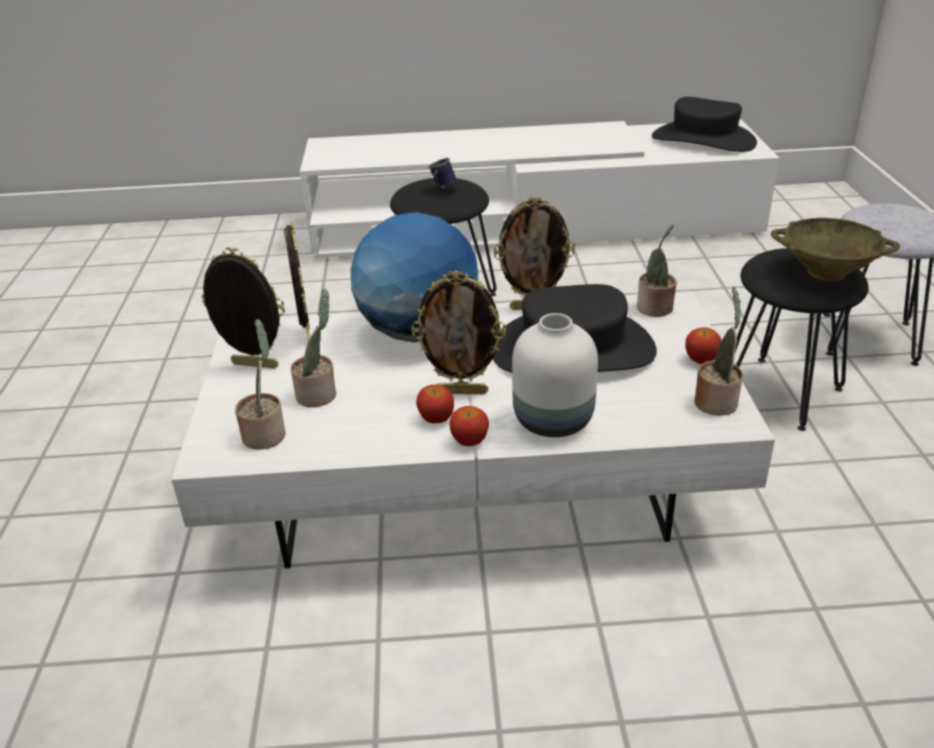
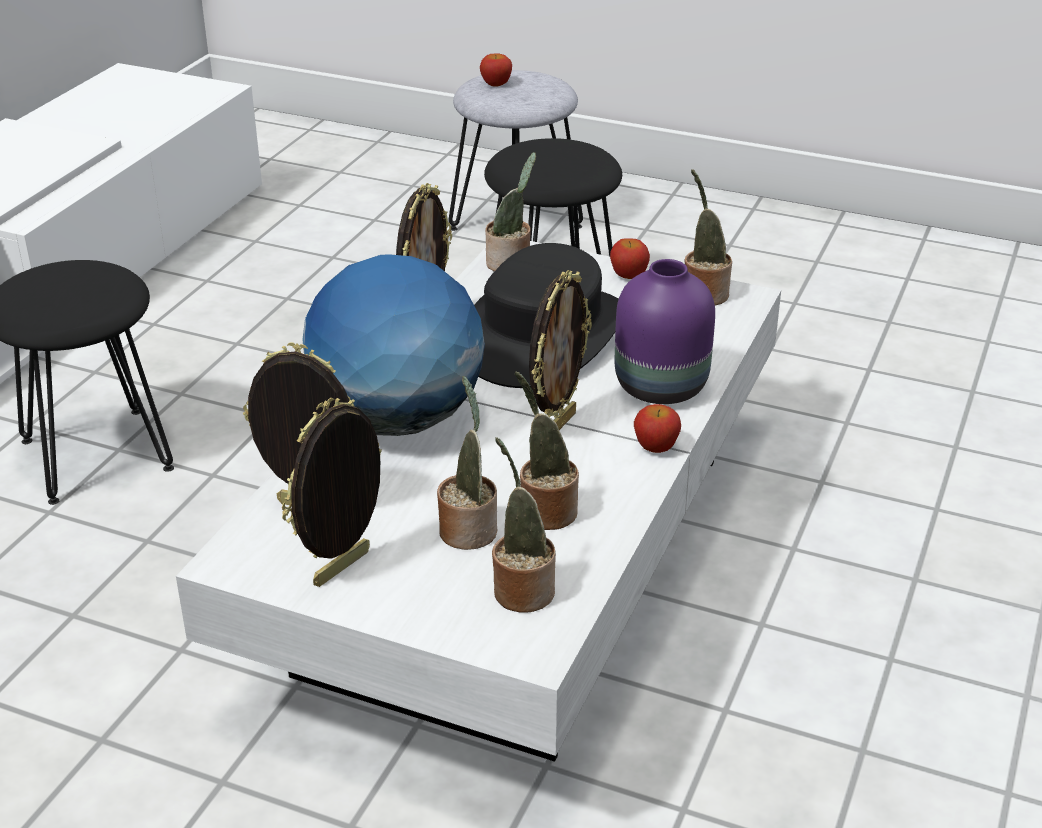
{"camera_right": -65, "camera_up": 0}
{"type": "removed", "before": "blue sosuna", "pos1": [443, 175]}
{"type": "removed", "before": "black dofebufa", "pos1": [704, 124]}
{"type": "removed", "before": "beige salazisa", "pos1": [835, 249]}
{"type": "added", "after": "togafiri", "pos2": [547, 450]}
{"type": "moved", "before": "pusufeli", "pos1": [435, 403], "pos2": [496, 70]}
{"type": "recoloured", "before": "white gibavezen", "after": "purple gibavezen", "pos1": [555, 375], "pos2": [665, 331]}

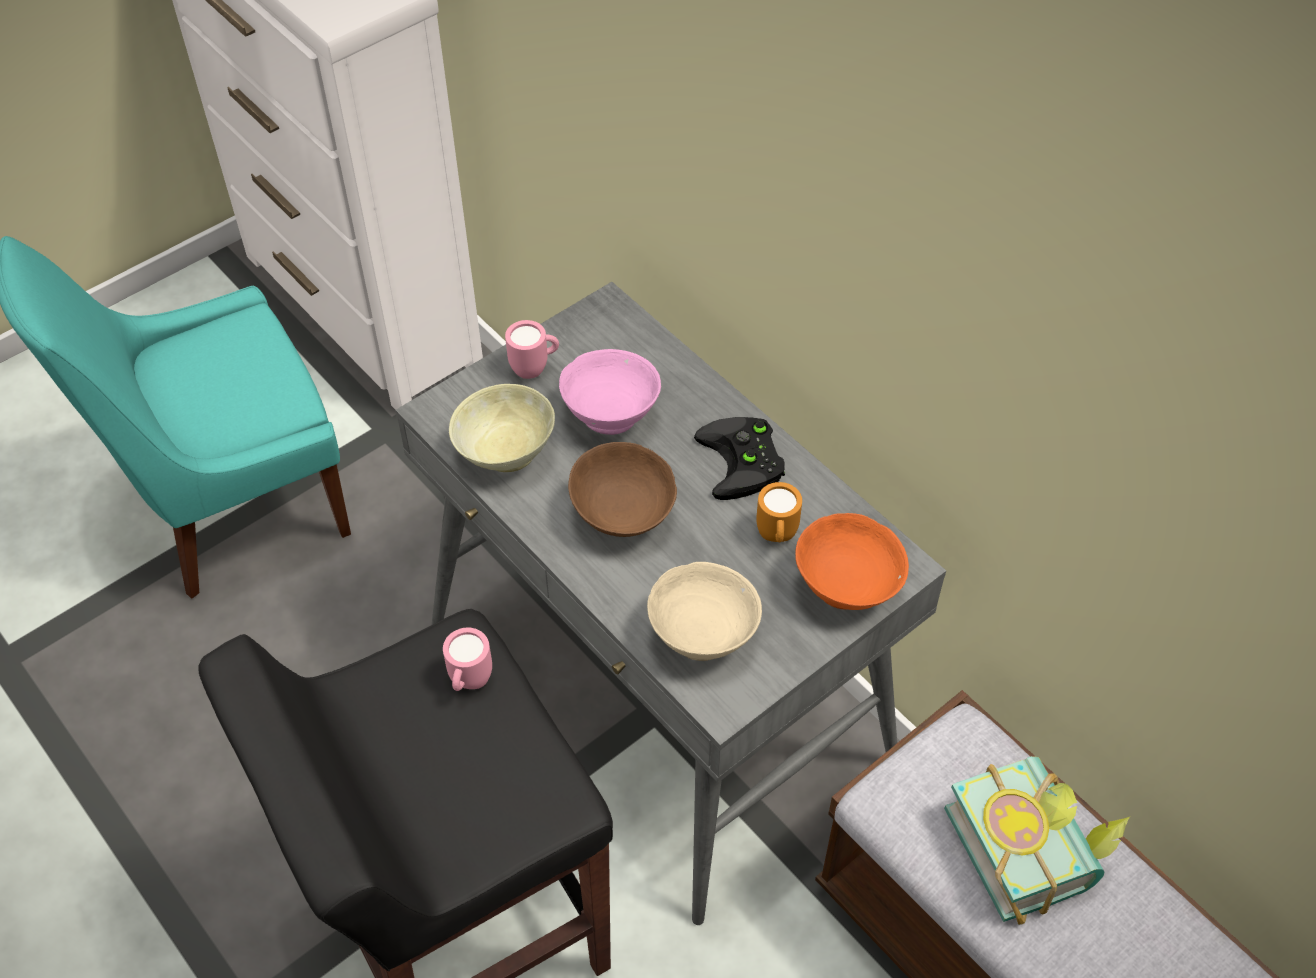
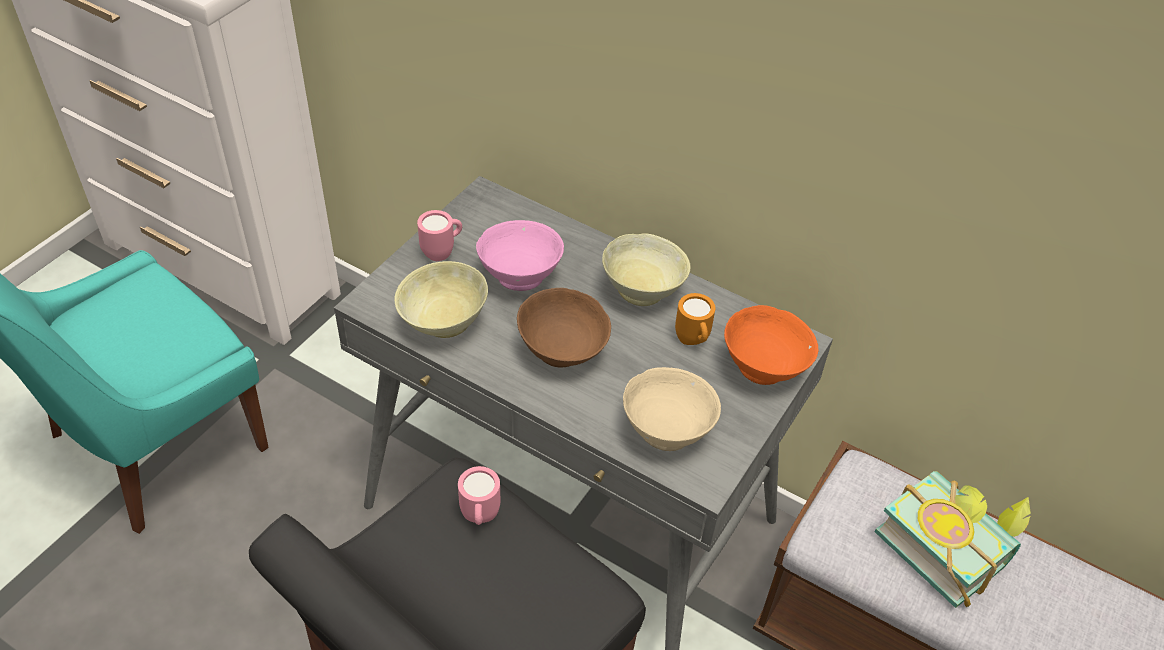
{"camera_right": -20, "camera_up": -5}
{"type": "replaced", "before": "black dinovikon", "after": "beige salazisa", "pos1": [739, 458], "pos2": [646, 269]}

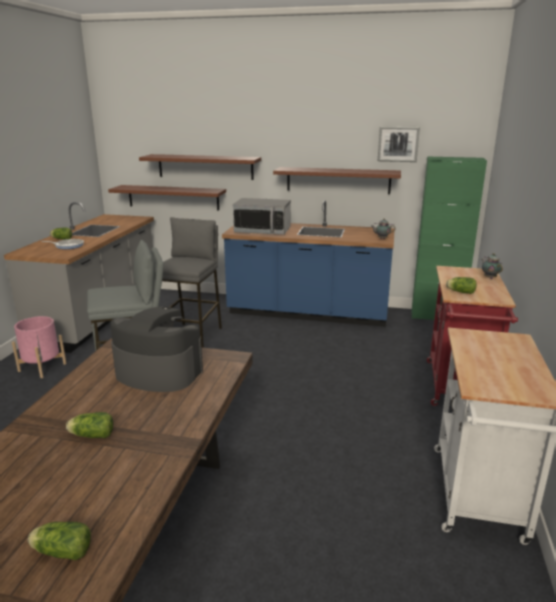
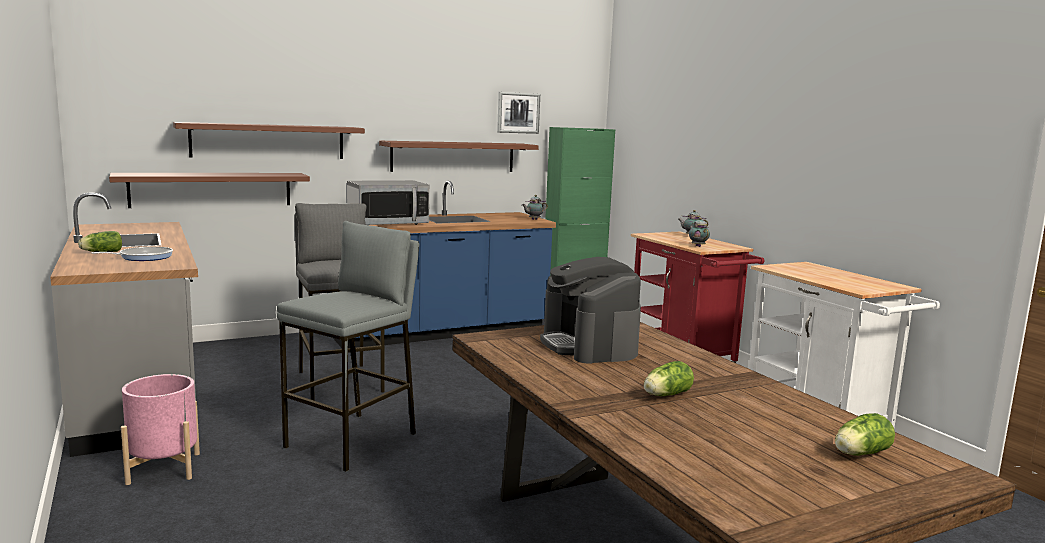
{"camera_right": -40, "camera_up": -10}
{"type": "replaced", "before": "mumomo", "after": "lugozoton", "pos1": [461, 285], "pos2": [699, 232]}
{"type": "turned", "before": "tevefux", "pos1": [156, 349], "pos2": [590, 310], "turn": -90}

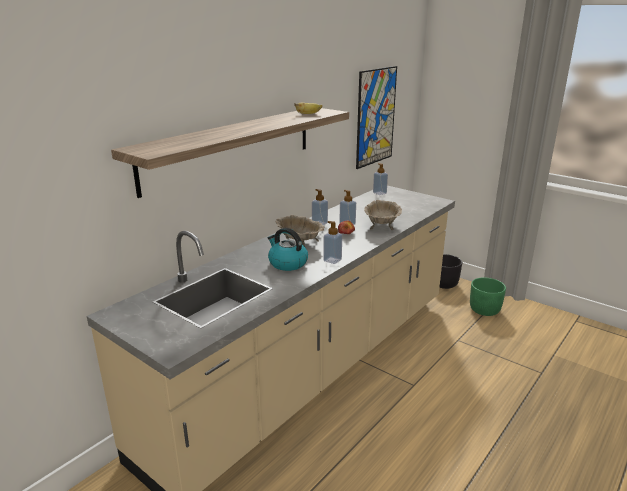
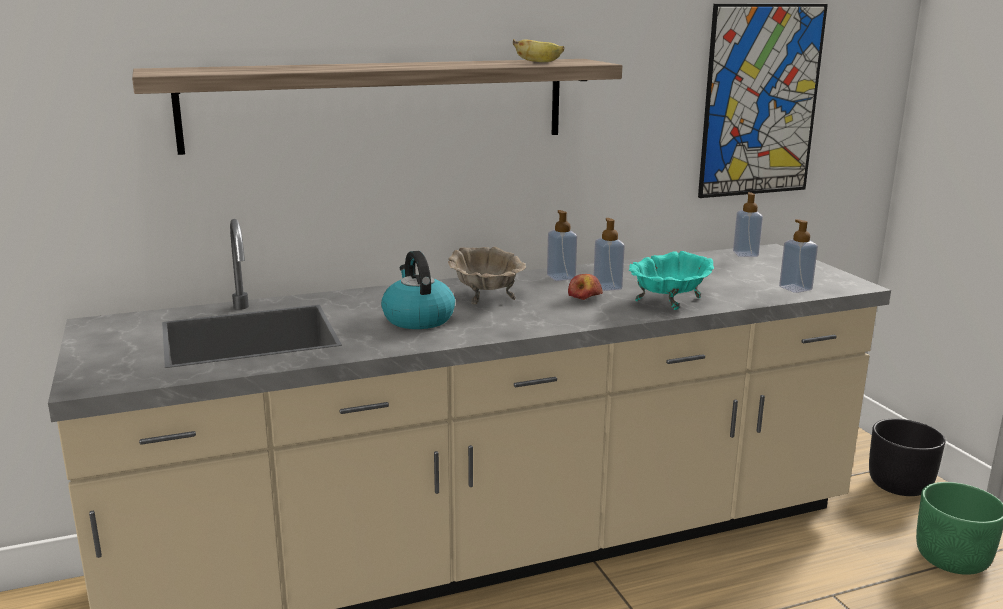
{"camera_right": 30, "camera_up": -5}
{"type": "moved", "before": "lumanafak", "pos1": [332, 242], "pos2": [798, 256]}
{"type": "recoloured", "before": "beige salazisa", "after": "turquoise salazisa", "pos1": [383, 215], "pos2": [671, 280]}

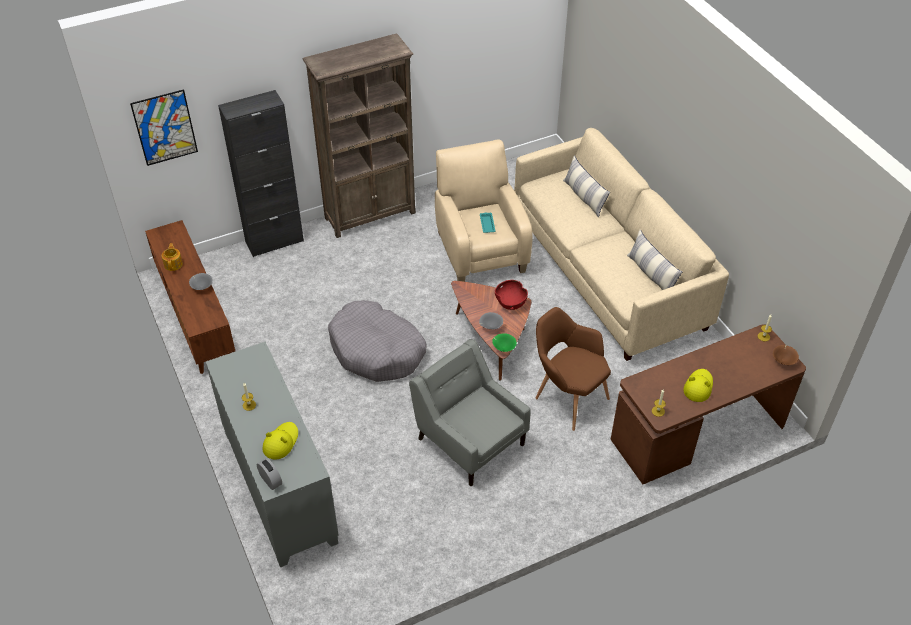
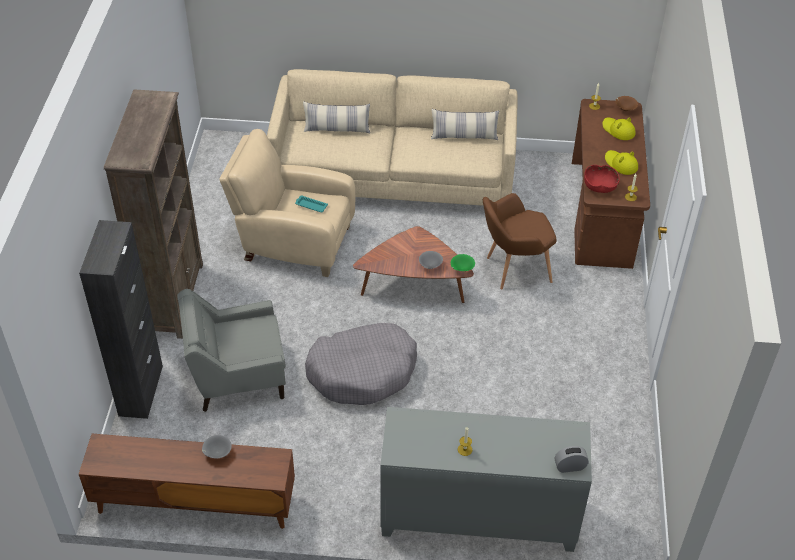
{"camera_right": -60, "camera_up": 0}
{"type": "removed", "before": "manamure", "pos1": [164, 127]}
{"type": "removed", "before": "lugozoton", "pos1": [172, 257]}
{"type": "moved", "before": "yellow dofebufa", "pos1": [280, 440], "pos2": [619, 129]}
{"type": "moved", "before": "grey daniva", "pos1": [470, 412], "pos2": [231, 350]}
{"type": "moved", "before": "red salazisa", "pos1": [511, 295], "pos2": [602, 179]}

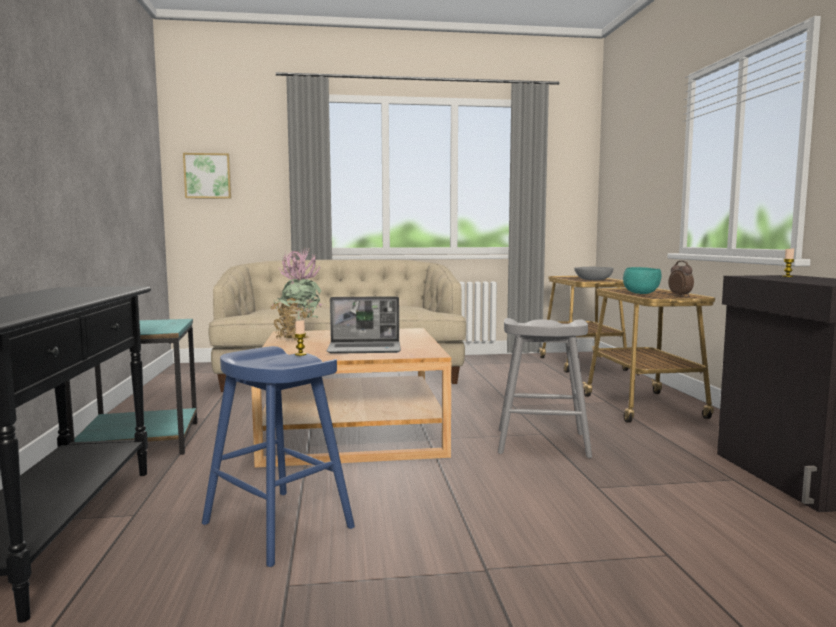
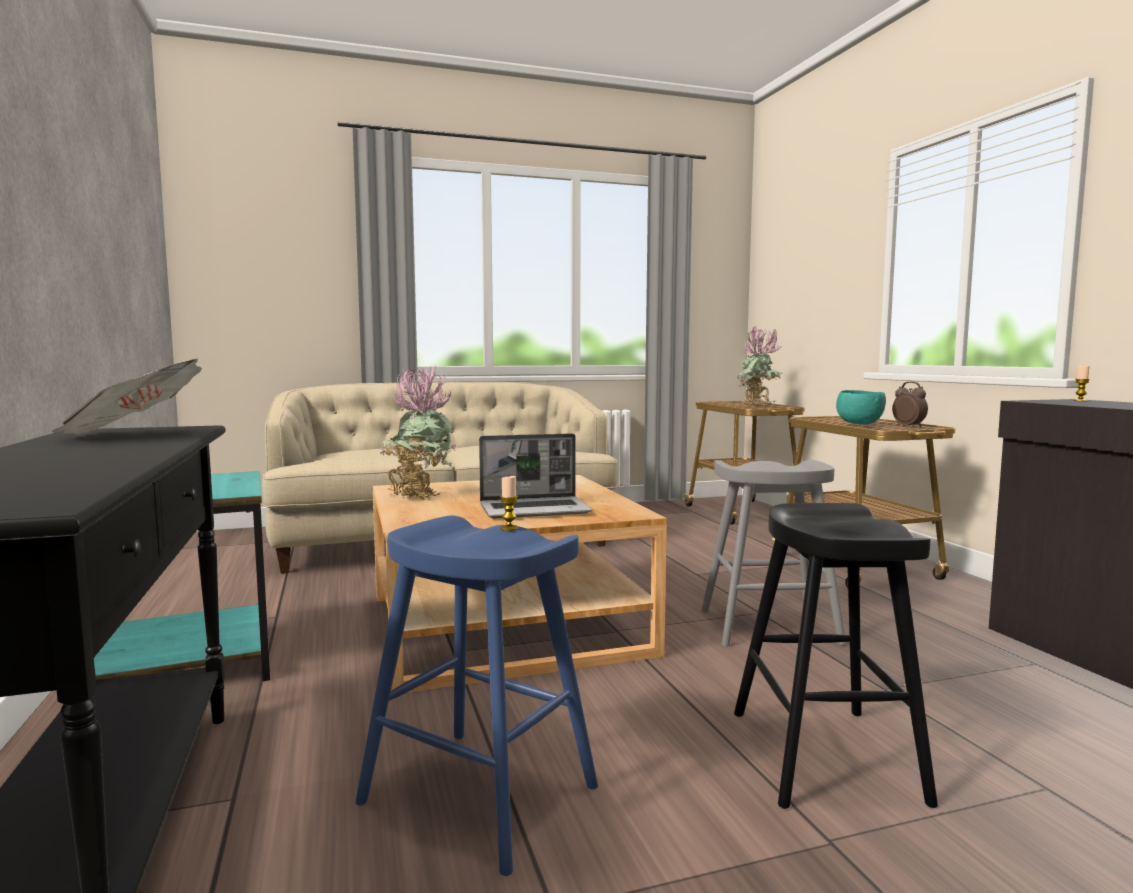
{"camera_right": -10, "camera_up": 0}
{"type": "removed", "before": "manamure", "pos1": [207, 176]}
{"type": "added", "after": "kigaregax", "pos2": [127, 396]}
{"type": "added", "after": "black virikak", "pos2": [836, 656]}
{"type": "replaced", "before": "grey salazisa", "after": "togafiri", "pos1": [594, 273], "pos2": [759, 366]}

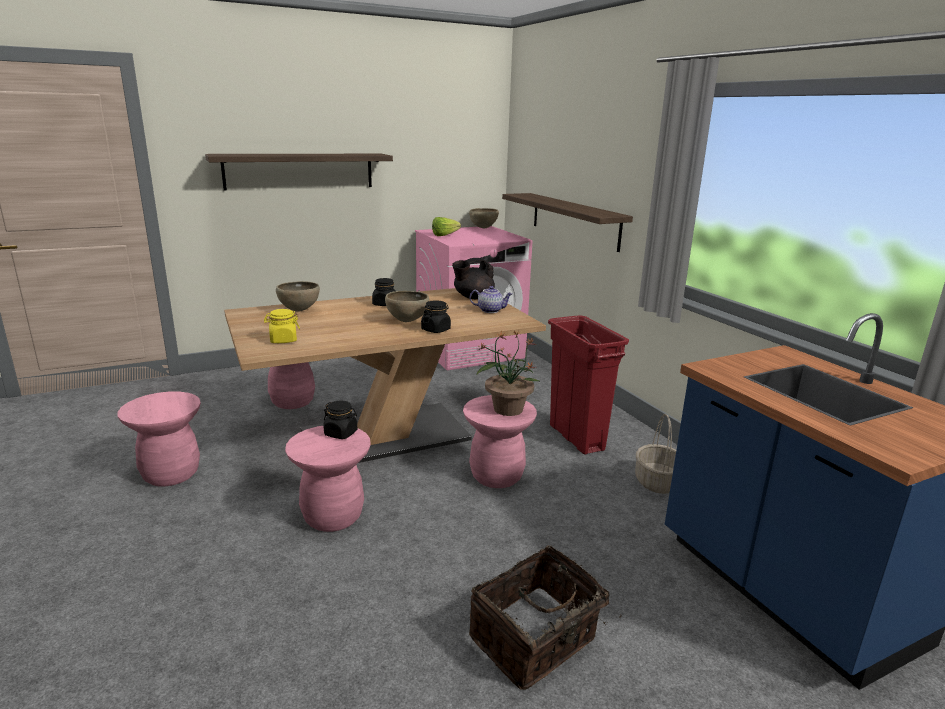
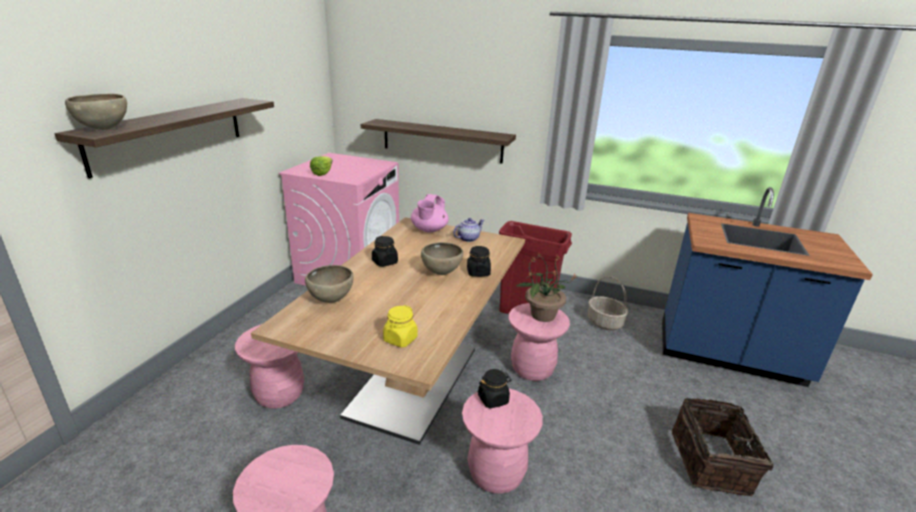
{"camera_right": -45, "camera_up": 5}
{"type": "moved", "before": "brown salazisa", "pos1": [484, 218], "pos2": [96, 112]}
{"type": "recoloured", "before": "black lugozoton", "after": "pink lugozoton", "pos1": [473, 278], "pos2": [430, 213]}

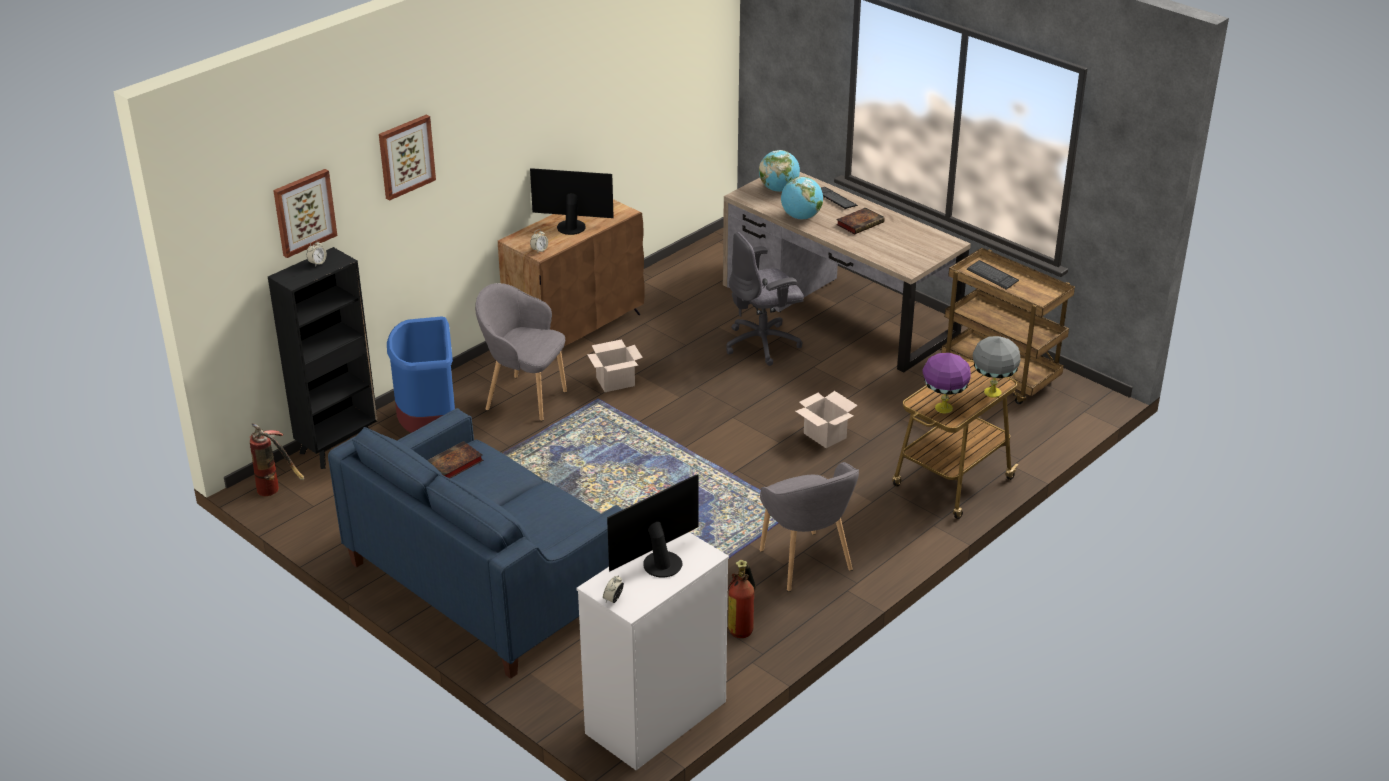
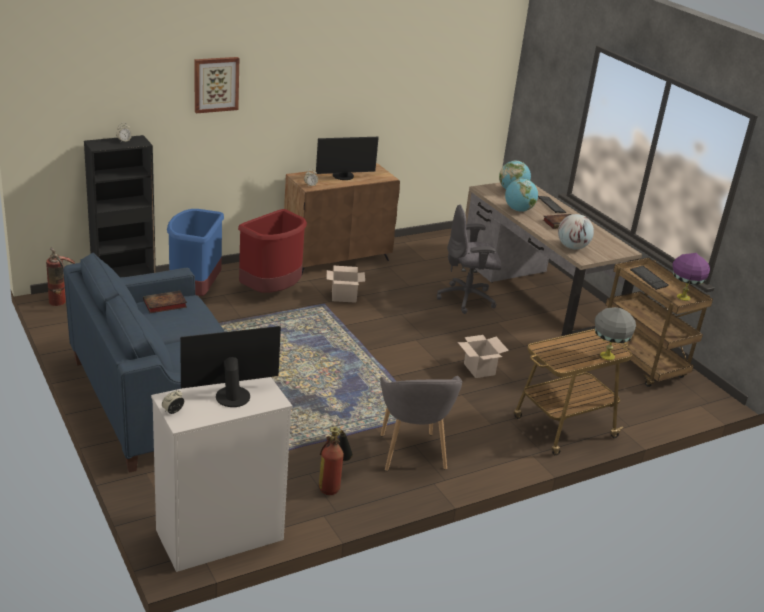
{"camera_right": 15, "camera_up": -5}
{"type": "removed", "before": "manamure", "pos1": [305, 213]}
{"type": "added", "after": "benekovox", "pos2": [576, 232]}
{"type": "moved", "before": "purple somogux", "pos1": [946, 383], "pos2": [691, 277]}
{"type": "replaced", "before": "grey daniva", "after": "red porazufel", "pos1": [521, 352], "pos2": [272, 251]}
{"type": "turned", "before": "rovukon", "pos1": [572, 201], "pos2": [347, 158], "turn": 135}

